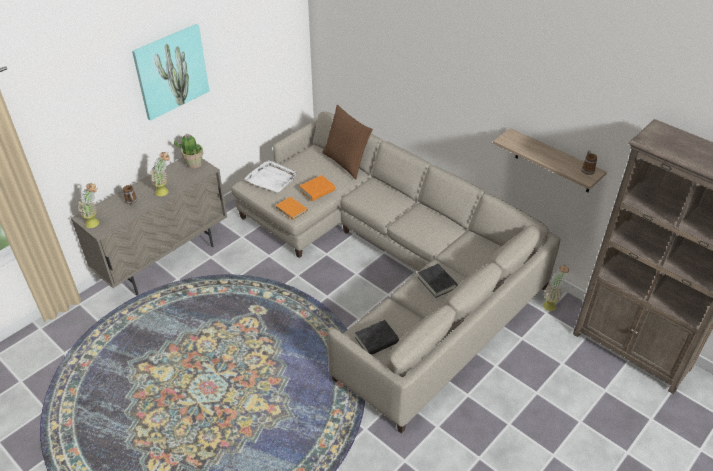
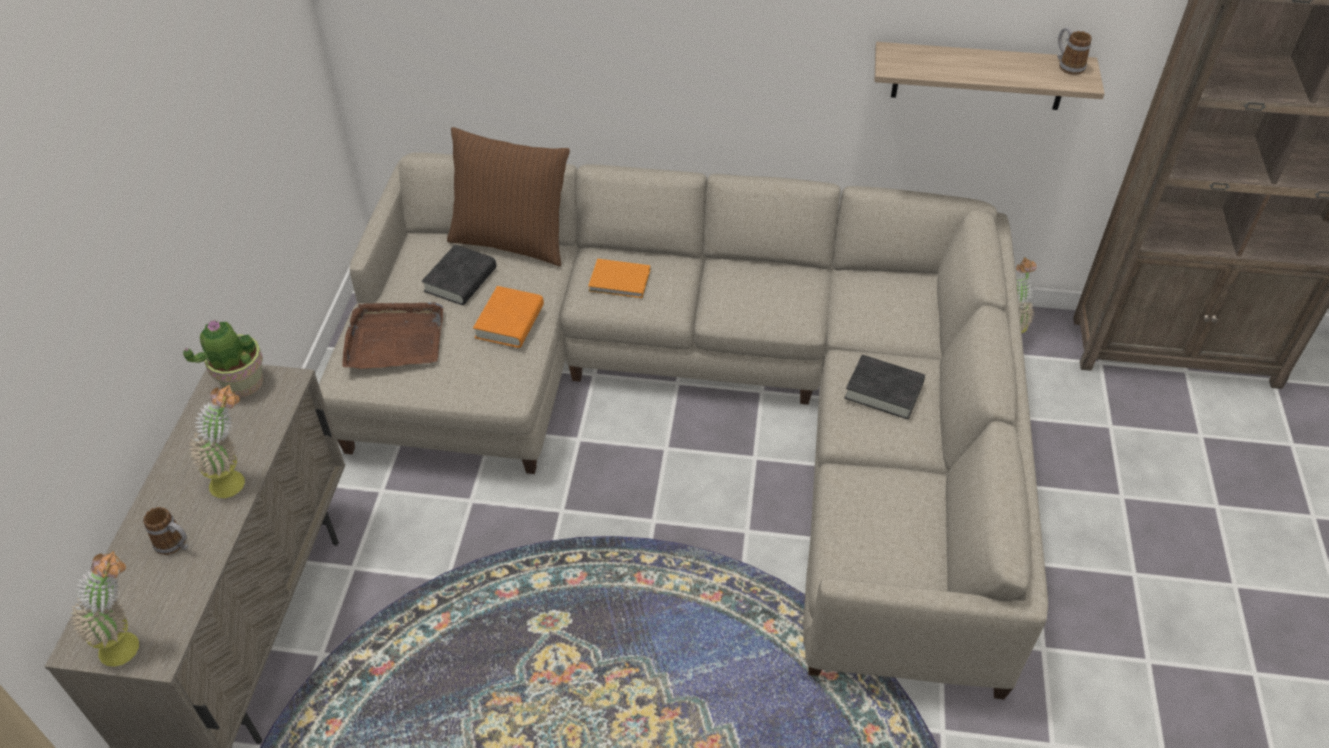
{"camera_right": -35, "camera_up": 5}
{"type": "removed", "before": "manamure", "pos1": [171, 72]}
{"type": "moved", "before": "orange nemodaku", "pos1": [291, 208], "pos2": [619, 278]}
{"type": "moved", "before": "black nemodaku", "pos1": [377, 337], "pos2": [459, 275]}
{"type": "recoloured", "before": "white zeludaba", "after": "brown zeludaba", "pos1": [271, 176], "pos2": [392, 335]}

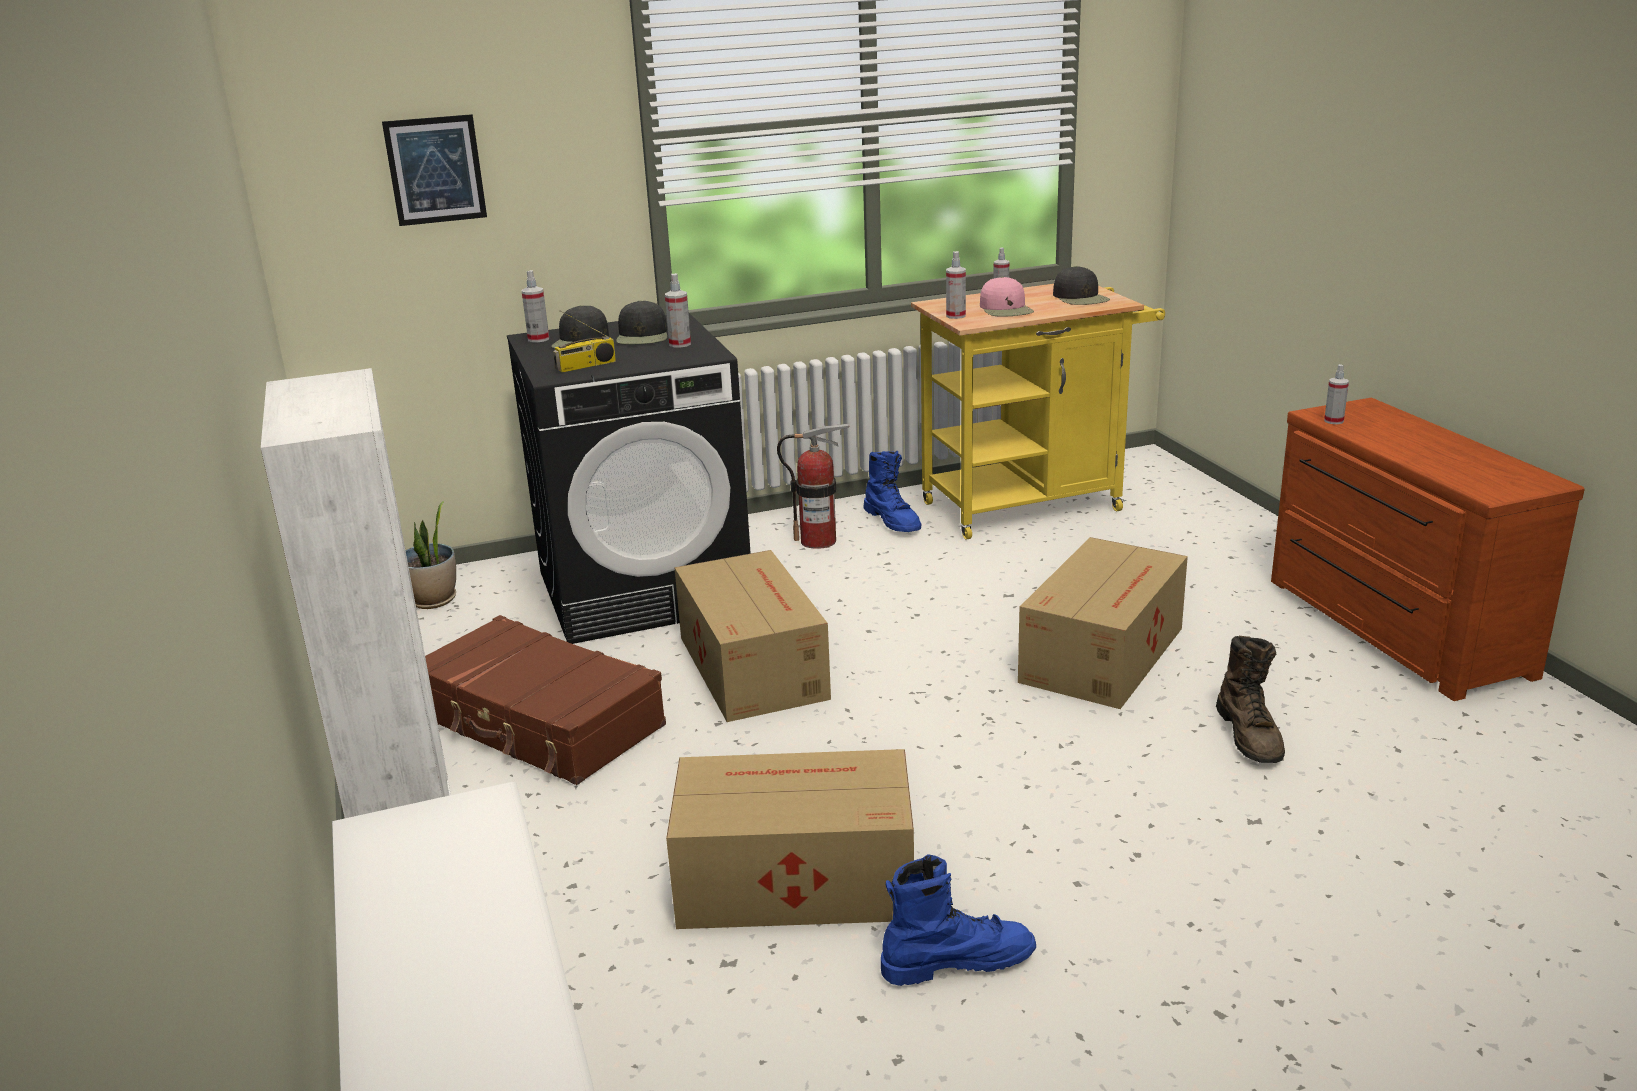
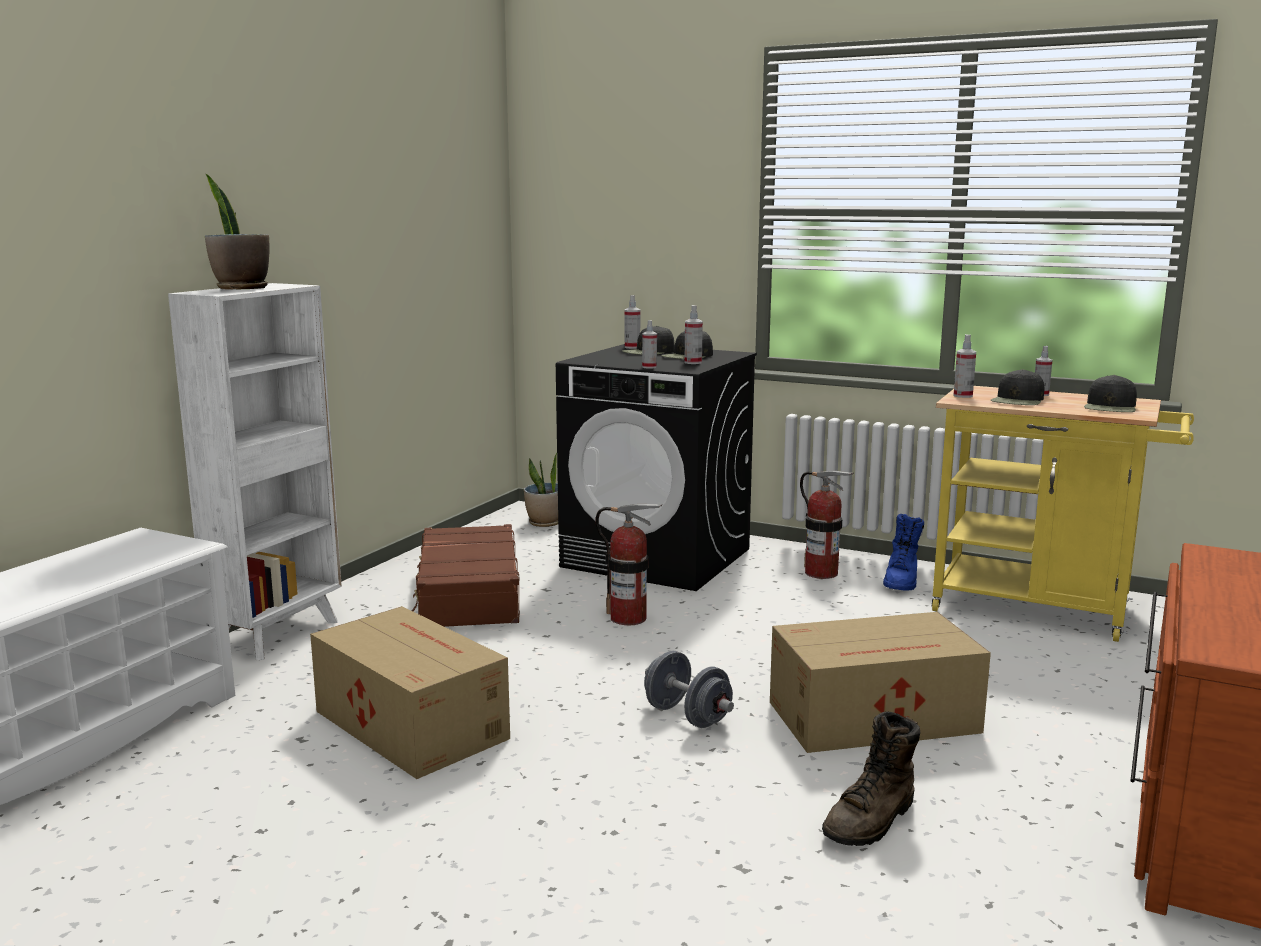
{"camera_right": 45, "camera_up": -10}
{"type": "removed", "before": "manamure", "pos1": [434, 170]}
{"type": "removed", "before": "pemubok", "pos1": [584, 341]}
{"type": "removed", "before": "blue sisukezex", "pos1": [958, 920]}
{"type": "added", "after": "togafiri", "pos2": [237, 232]}
{"type": "added", "after": "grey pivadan", "pos2": [689, 689]}
{"type": "moved", "before": "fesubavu", "pos1": [1336, 394], "pos2": [649, 344]}
{"type": "replaced", "before": "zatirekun", "after": "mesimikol", "pos1": [752, 636], "pos2": [628, 564]}
{"type": "recoloured", "before": "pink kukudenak", "after": "black kukudenak", "pos1": [1007, 297], "pos2": [1017, 387]}

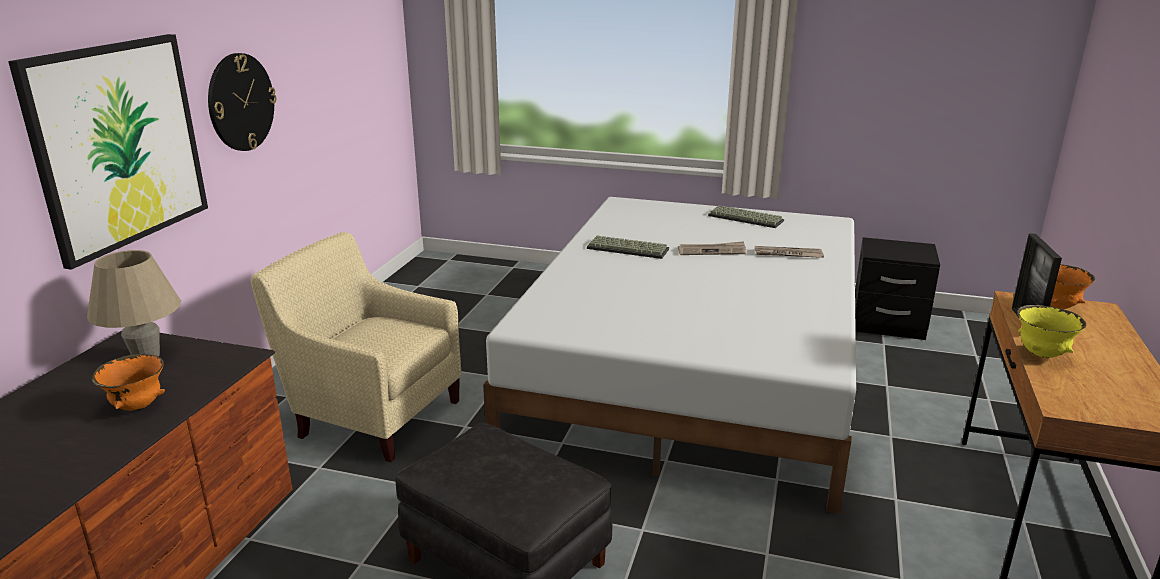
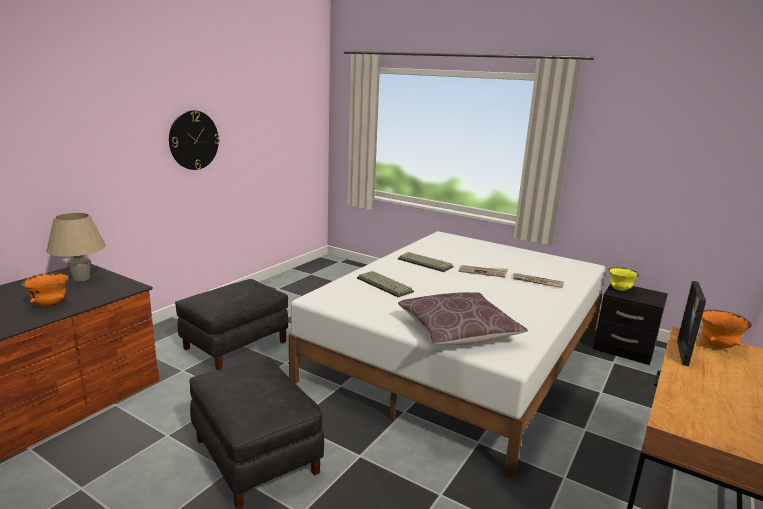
{"camera_right": 15, "camera_up": -5}
{"type": "removed", "before": "manamure", "pos1": [108, 152]}
{"type": "added", "after": "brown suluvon", "pos2": [463, 318]}
{"type": "moved", "before": "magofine", "pos1": [746, 216], "pos2": [385, 284]}
{"type": "moved", "before": "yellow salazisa", "pos1": [1052, 331], "pos2": [624, 279]}
{"type": "replaced", "before": "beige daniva", "after": "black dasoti", "pos1": [356, 347], "pos2": [231, 325]}

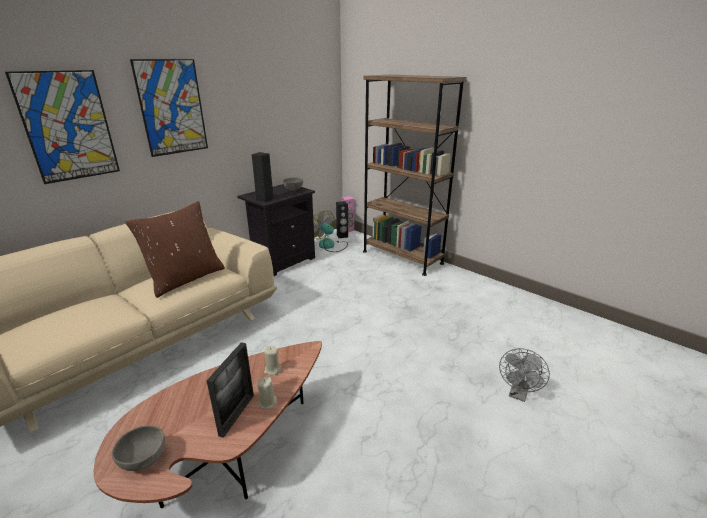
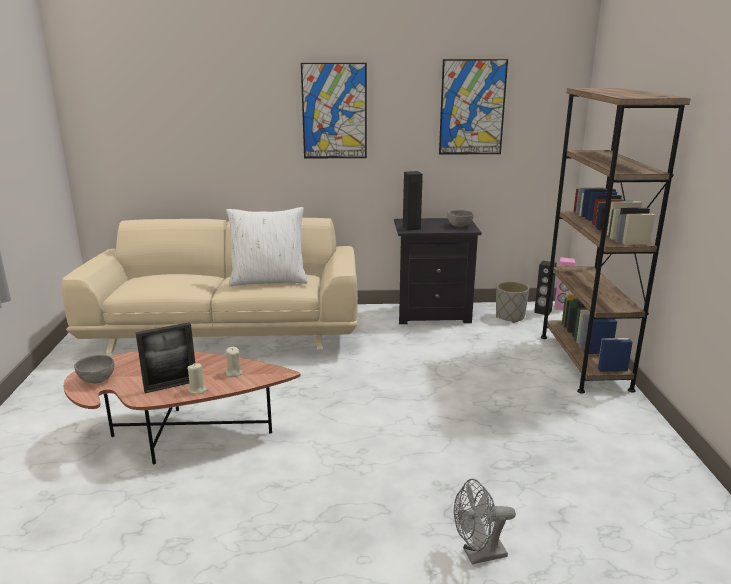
{"camera_right": 45, "camera_up": -5}
{"type": "moved", "before": "manamure", "pos1": [62, 127], "pos2": [473, 107]}
{"type": "replaced", "before": "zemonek", "after": "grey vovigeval", "pos1": [330, 231], "pos2": [512, 302]}
{"type": "recoloured", "before": "brown suluvon", "after": "white suluvon", "pos1": [175, 249], "pos2": [267, 246]}

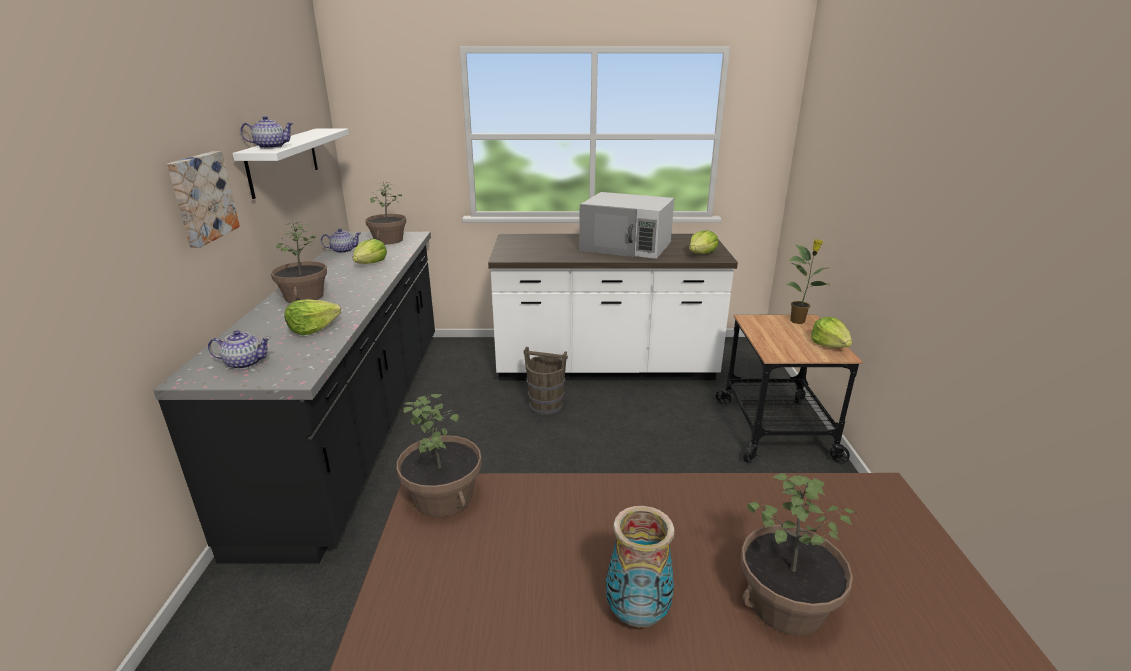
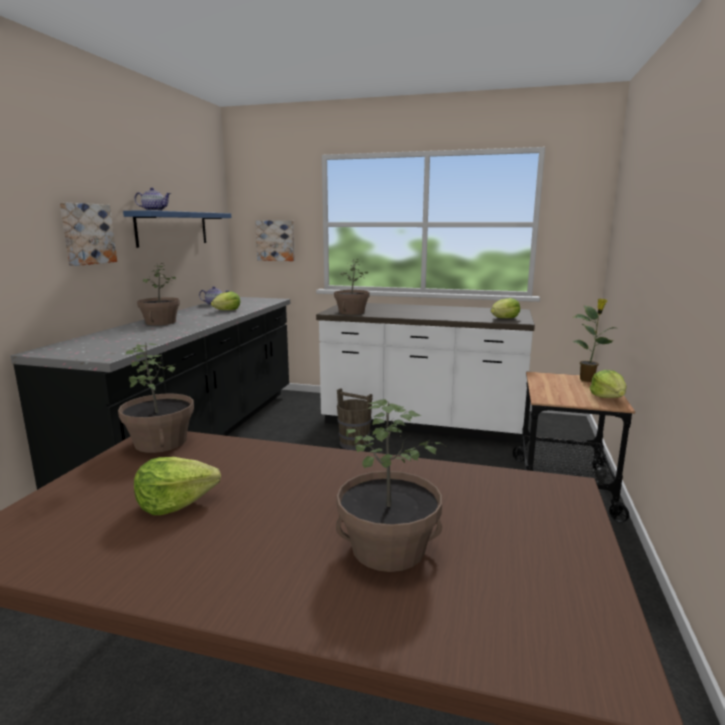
{"camera_right": 15, "camera_up": -10}
{"type": "removed", "before": "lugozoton", "pos1": [239, 349]}
{"type": "removed", "before": "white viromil", "pos1": [626, 225]}
{"type": "removed", "before": "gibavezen", "pos1": [640, 566]}
{"type": "added", "after": "manamure", "pos2": [275, 240]}
{"type": "moved", "before": "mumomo", "pos1": [312, 317], "pos2": [177, 486]}
{"type": "moved", "before": "togafiri", "pos1": [385, 213], "pos2": [351, 287]}
{"type": "recoloured", "before": "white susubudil", "after": "blue susubudil", "pos1": [291, 164], "pos2": [177, 229]}

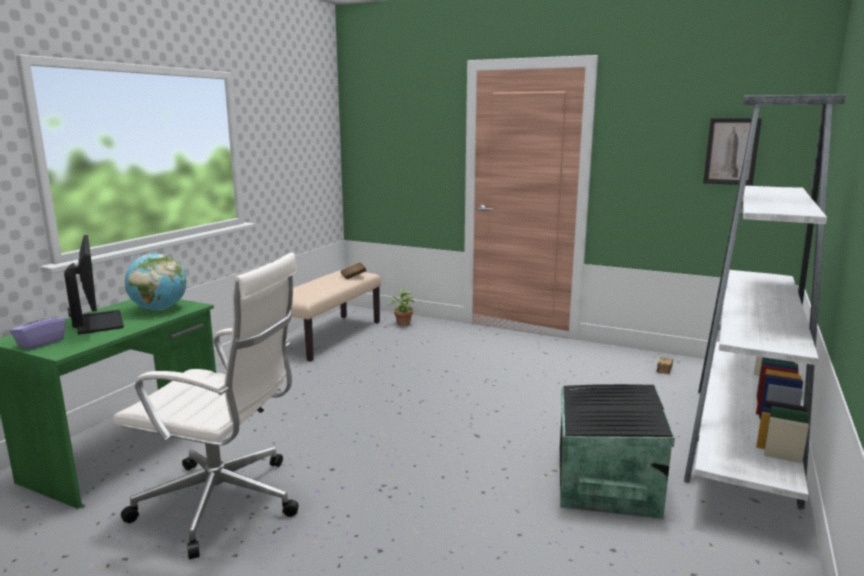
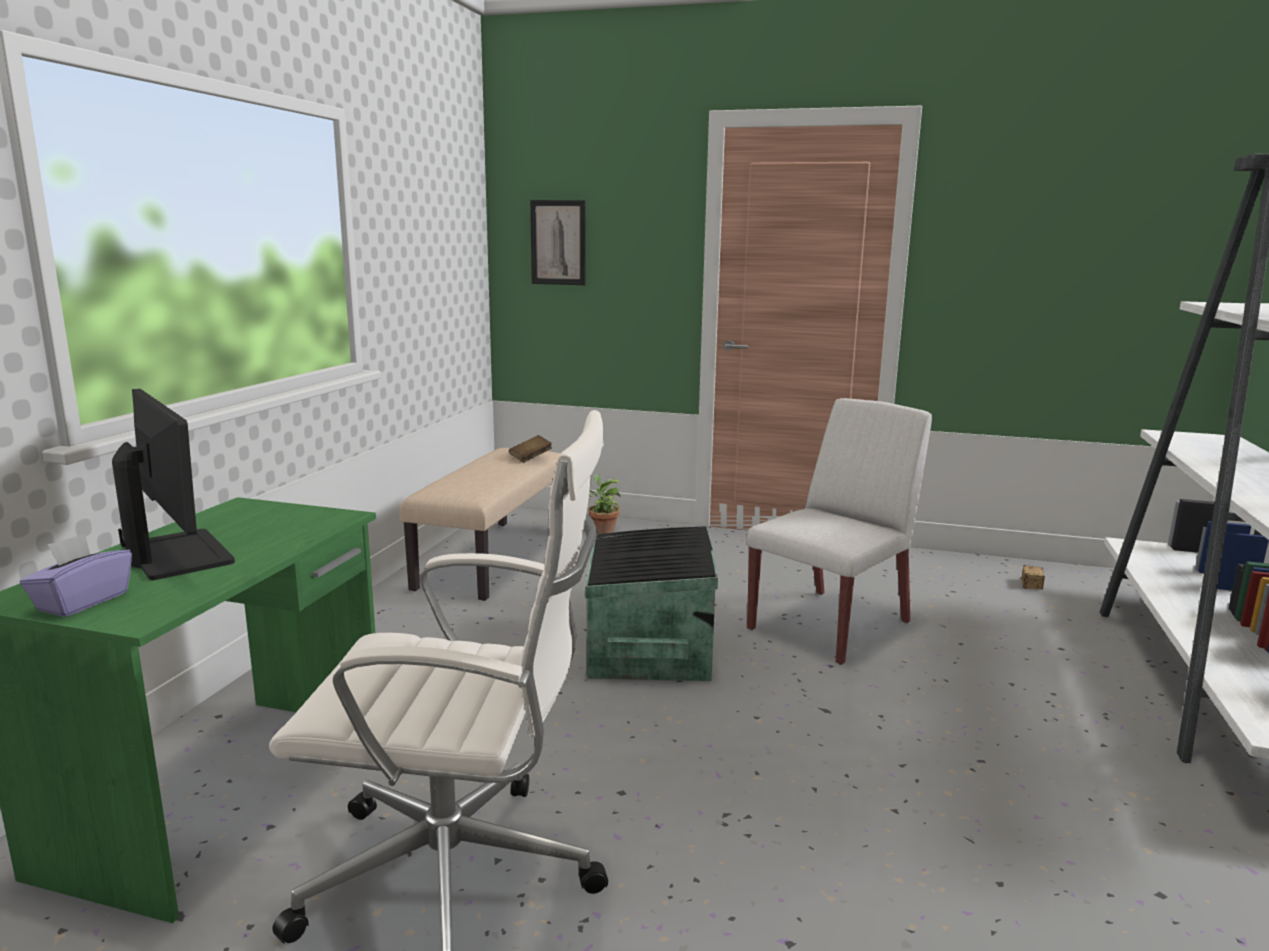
{"camera_right": -10, "camera_up": 0}
{"type": "removed", "before": "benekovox", "pos1": [156, 281]}
{"type": "added", "after": "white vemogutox", "pos2": [839, 531]}
{"type": "moved", "before": "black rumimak", "pos1": [617, 451], "pos2": [651, 603]}
{"type": "moved", "before": "manamure", "pos1": [732, 151], "pos2": [558, 242]}

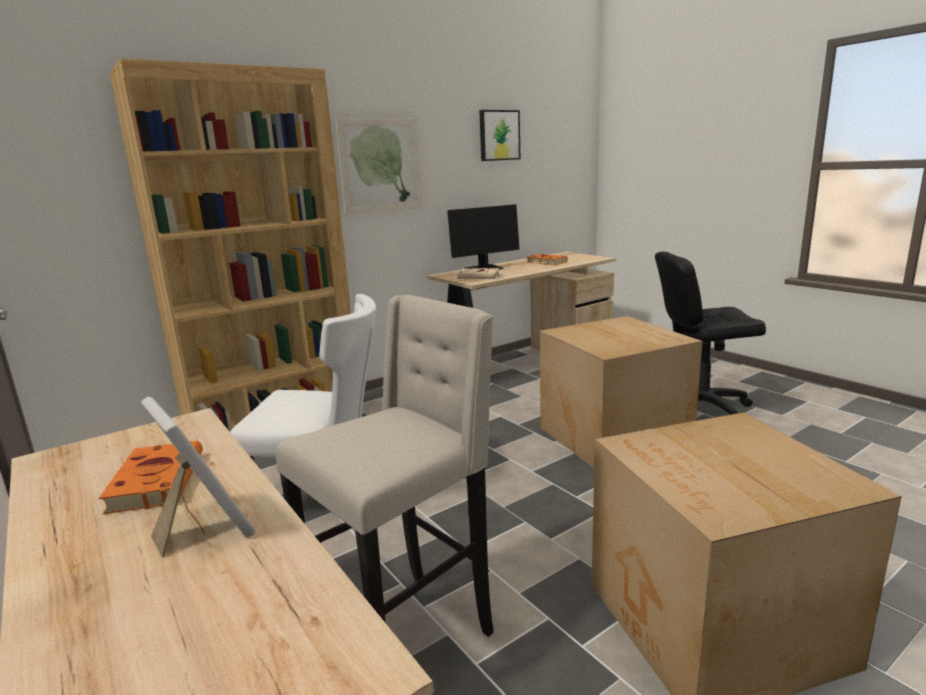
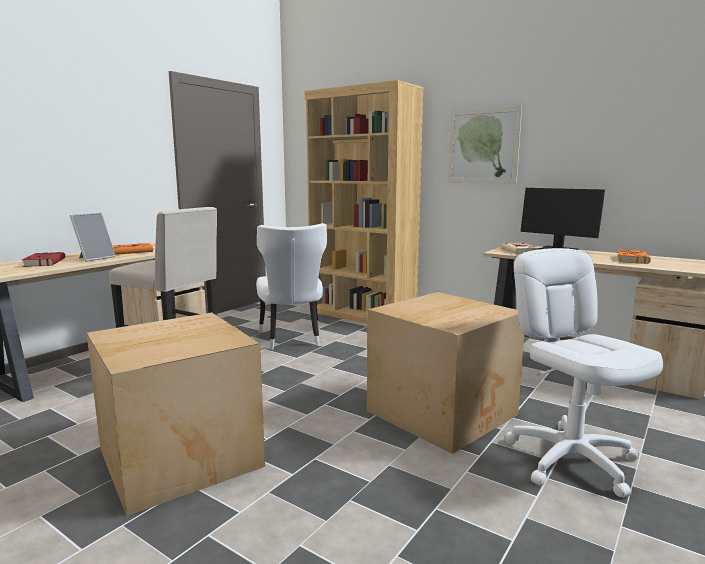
{"camera_right": 70, "camera_up": -5}
{"type": "removed", "before": "manamure", "pos1": [499, 135]}
{"type": "added", "after": "red nemodaku", "pos2": [43, 259]}
{"type": "recoloured", "before": "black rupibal", "after": "white rupibal", "pos1": [710, 333], "pos2": [583, 372]}

